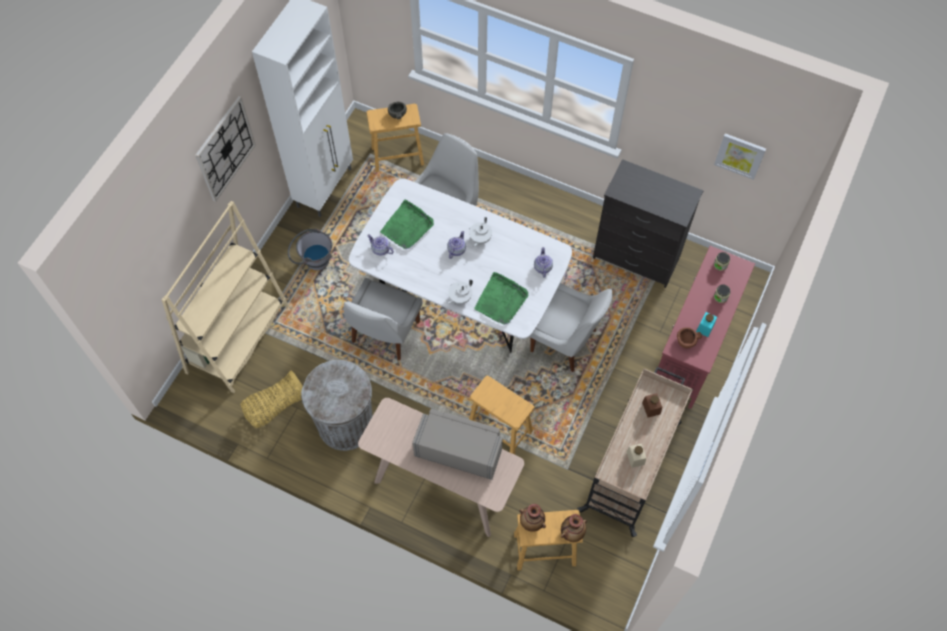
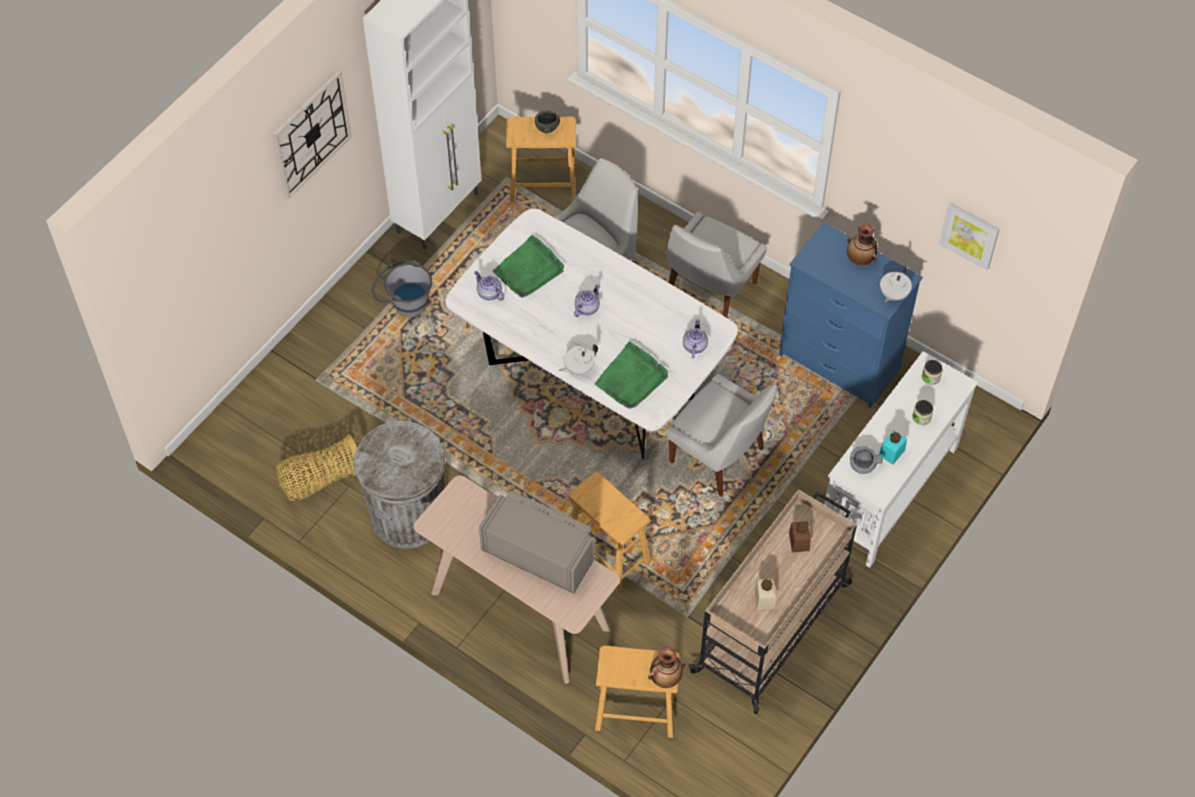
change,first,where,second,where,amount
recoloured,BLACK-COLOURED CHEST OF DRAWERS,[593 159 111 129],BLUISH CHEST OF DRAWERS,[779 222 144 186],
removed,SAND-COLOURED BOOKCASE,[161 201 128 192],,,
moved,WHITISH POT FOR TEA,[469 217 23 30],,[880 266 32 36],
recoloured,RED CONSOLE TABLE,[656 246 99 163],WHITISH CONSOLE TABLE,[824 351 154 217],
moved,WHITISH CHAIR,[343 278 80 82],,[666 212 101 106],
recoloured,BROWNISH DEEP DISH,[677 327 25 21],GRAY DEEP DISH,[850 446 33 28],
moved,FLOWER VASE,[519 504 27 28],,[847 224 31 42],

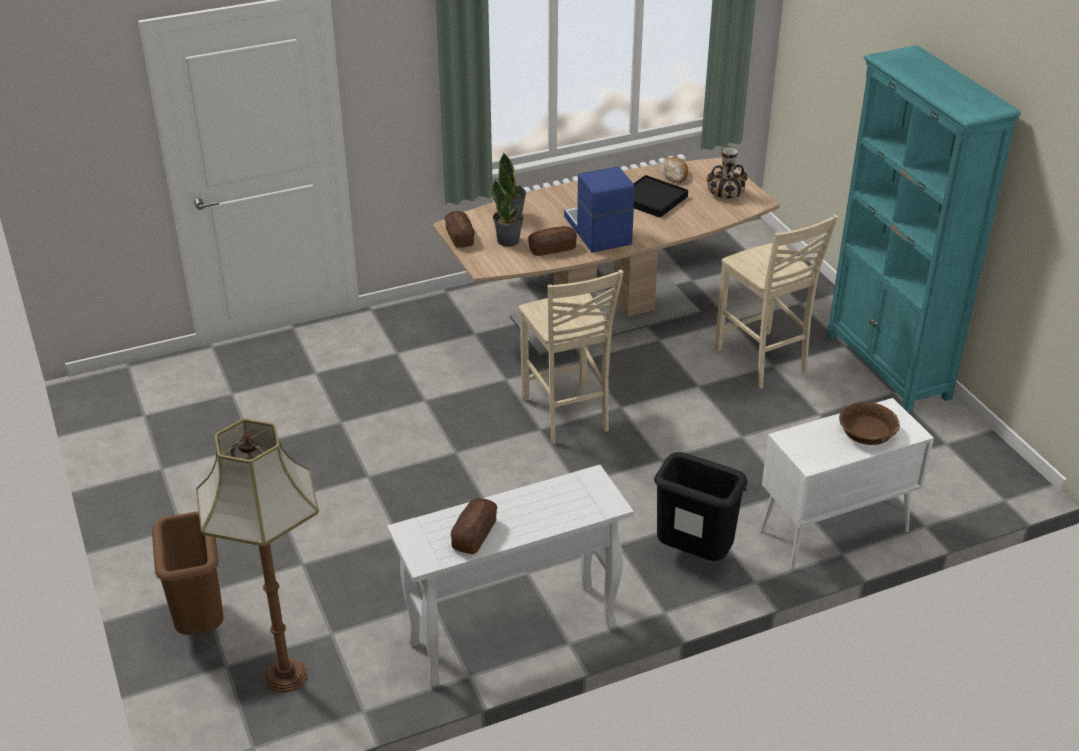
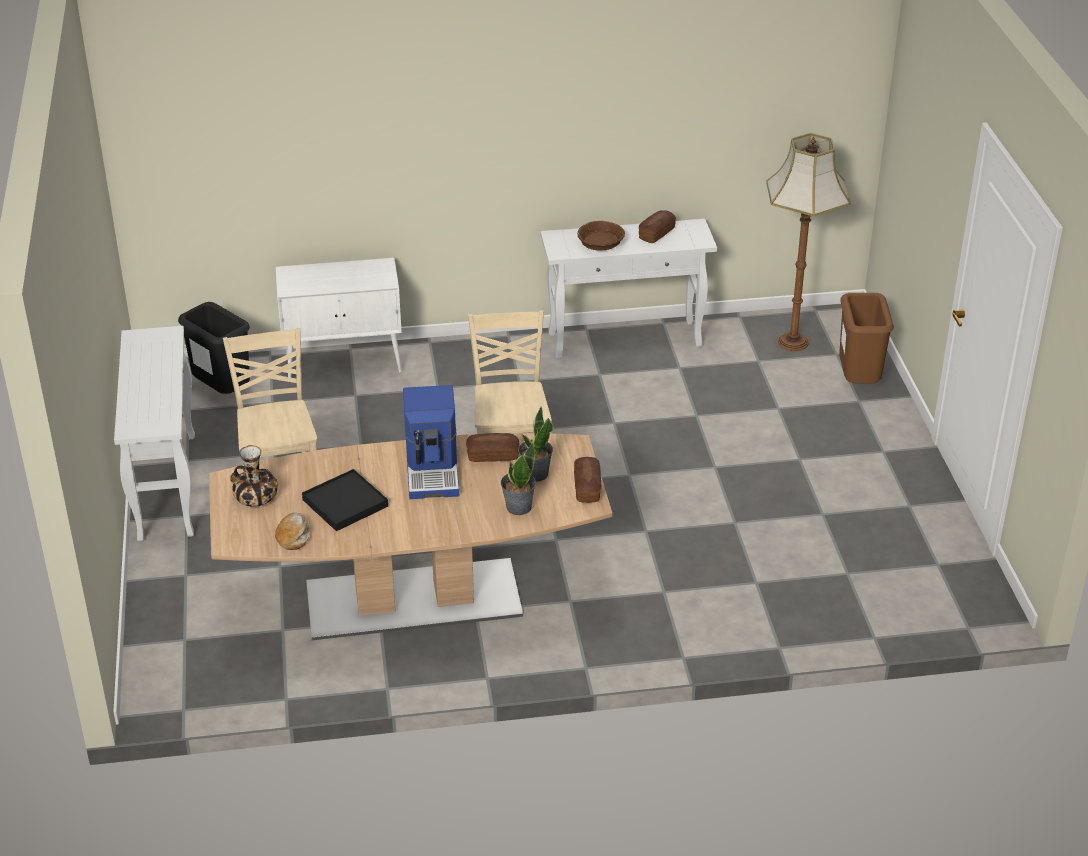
change,first,where,second,where,amount
replaced,TURQUOISE-COLOURED BOOKCASE,[826 45 195 367],WHITISH CONSOLE TABLE,[114 326 81 215],
moved,BROWNISH DEEP DISH,[839 402 61 43],,[577 221 48 29],
moved,BLACK-COLOURED RUBBISH BIN,[654 452 94 109],,[178 302 72 92],

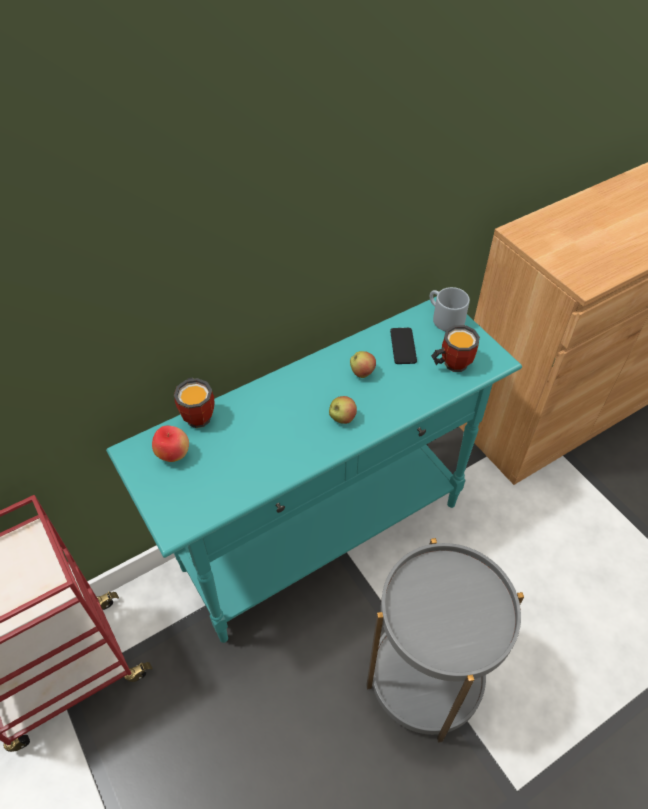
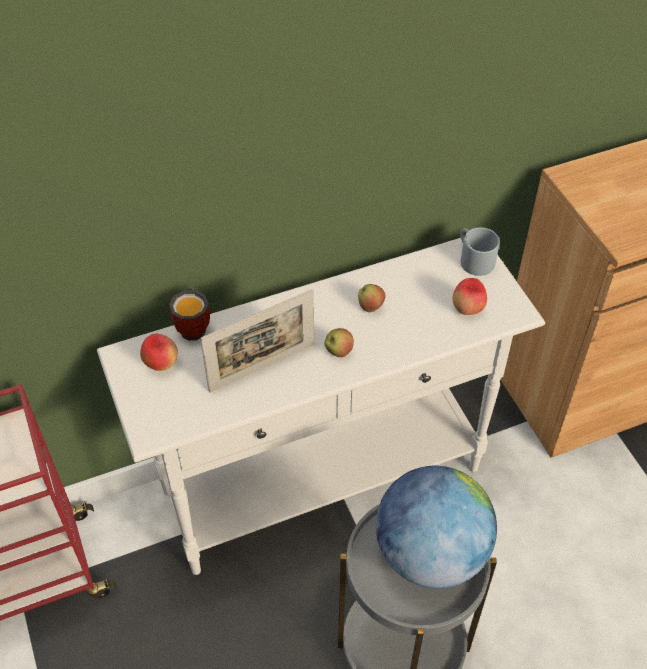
change,first,where,second,where,amount
recoloured,TURQUOISE-COLOURED CONSOLE TABLE,[106 296 416 347],WHITISH CONSOLE TABLE,[97 238 448 337],
replaced,COFFEE MUG,[431 325 49 47],APPLE FRUIT,[453 278 34 37],
removed,PHONE,[390 328 27 36],,,
added,,,PHOTO FRAME,[200 289 114 104],
added,,,DESK GLOBE,[376 466 121 122],

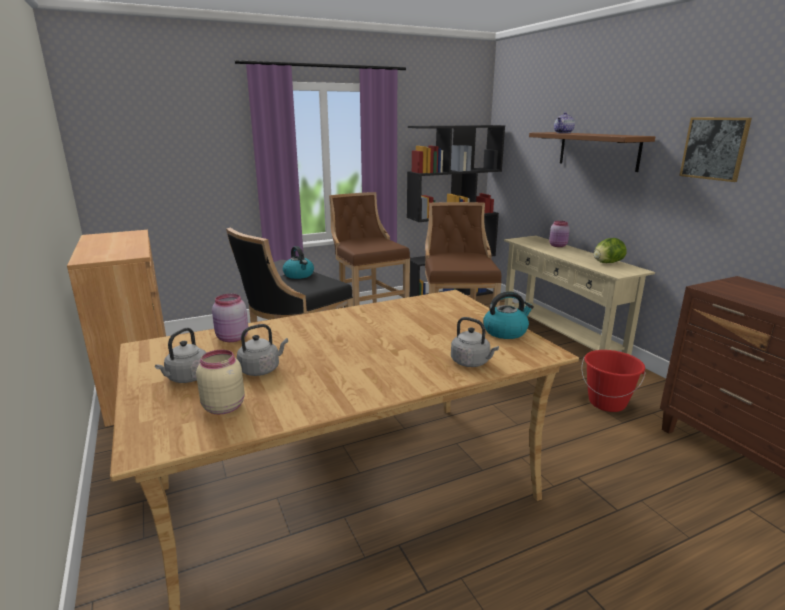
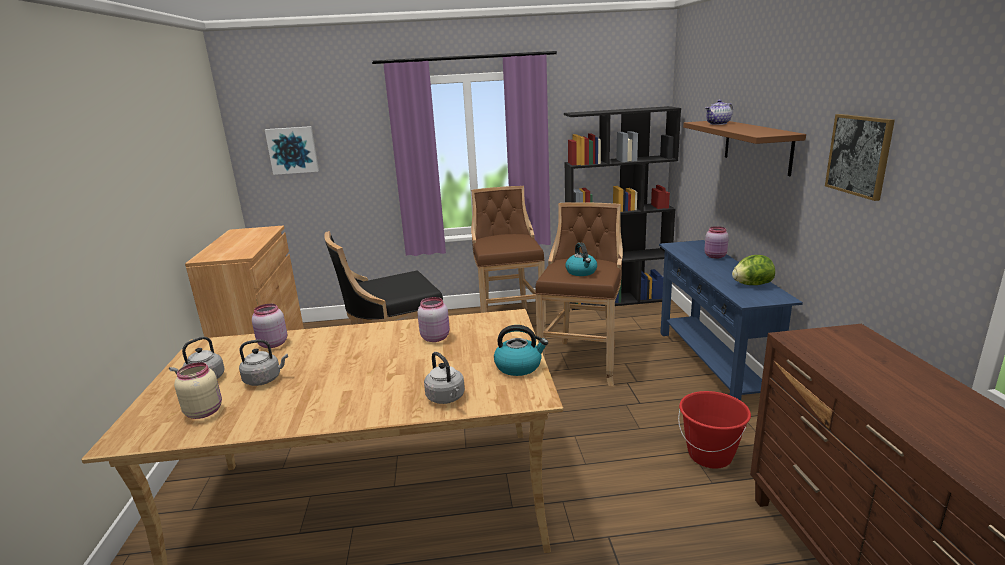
change,first,where,second,where,amount
recoloured,SAND-COLOURED CONSOLE TABLE,[504 236 151 119],BLUISH CONSOLE TABLE,[659 240 144 161],
moved,KETTLE,[283 246 31 33],,[565 243 32 33],
added,,,PICTURE,[265 126 54 49],
added,,,PINK-COLOURED JAR,[417 297 33 45],

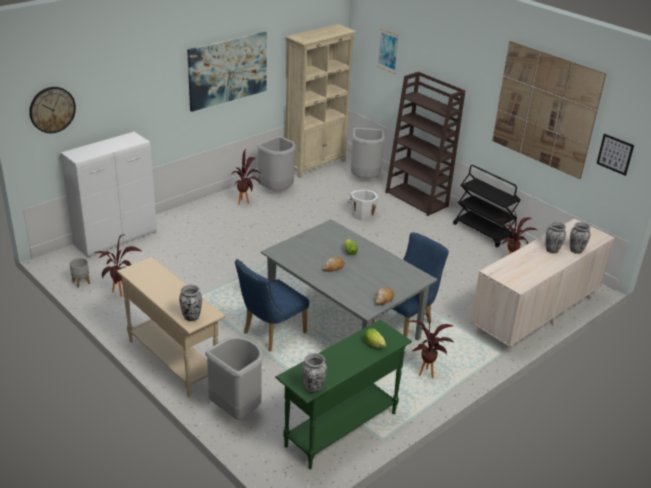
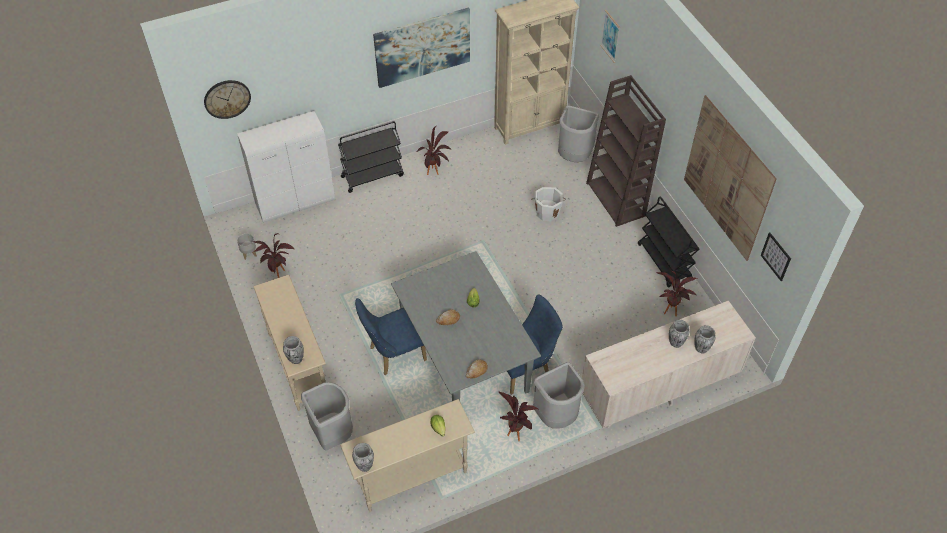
change,first,where,second,where,amount
moved,GRAY RUBBISH BIN,[257 136 39 54],,[533 362 52 67],
recoloured,GREEN-COLOURED CONSOLE TABLE,[275 320 137 149],SAND-COLOURED CONSOLE TABLE,[340 399 135 113],
added,,,BLACK-COLOURED TROLLEY,[338 121 66 72],

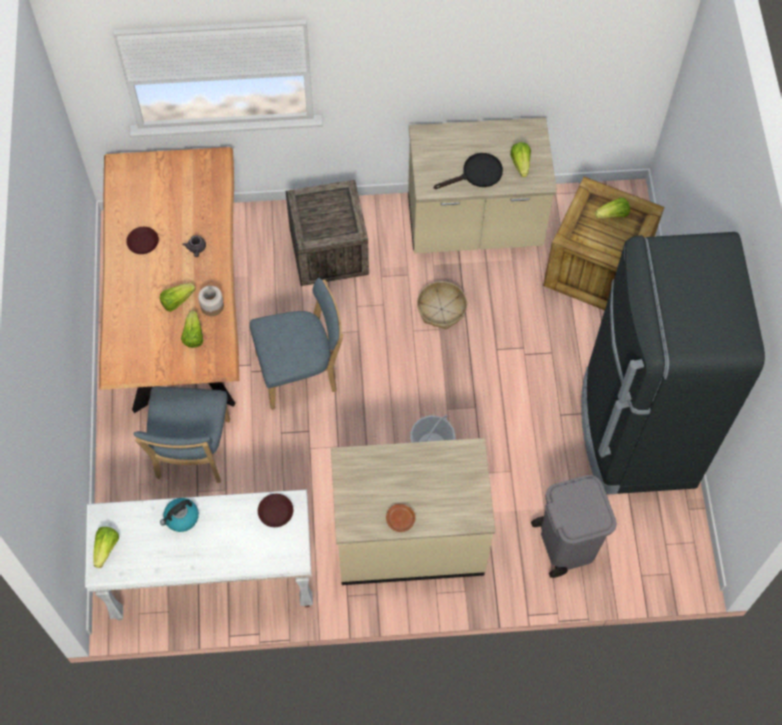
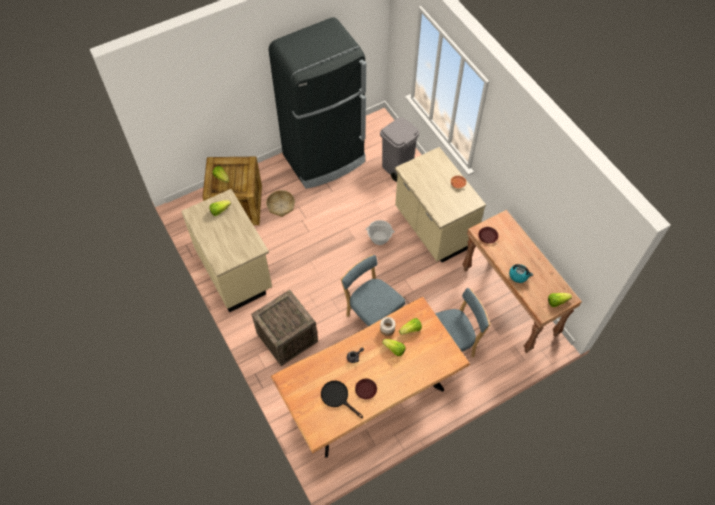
change,first,where,second,where,amount
moved,BLACK-COLOURED PAN,[434 153 69 36],,[321 381 42 37],
moved,STORAGE BASKET,[417 281 50 49],,[266 190 29 27],
recoloured,WHITISH CONSOLE TABLE,[85 489 228 131],BROWNISH CONSOLE TABLE,[462 210 120 143],

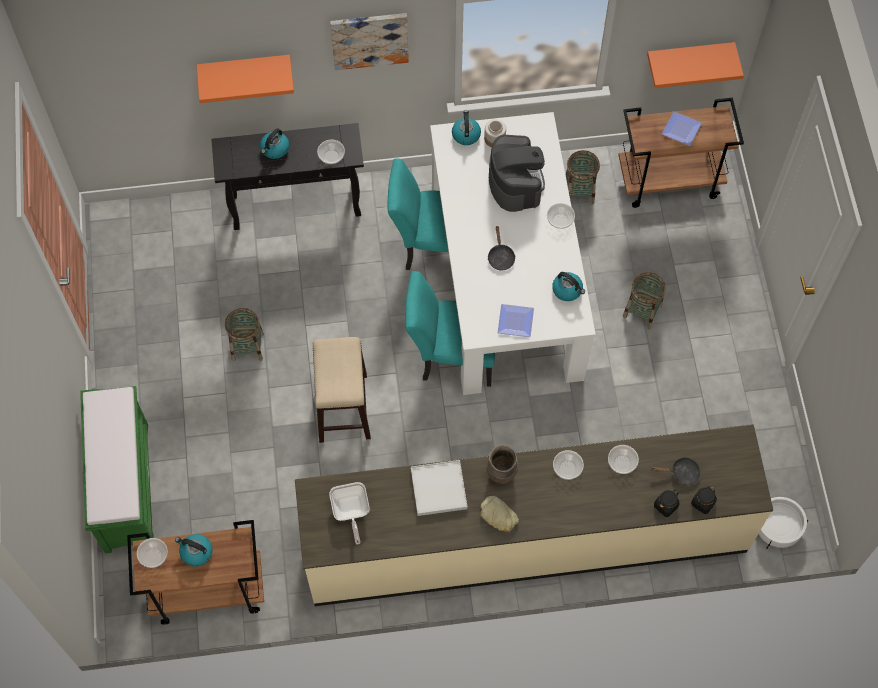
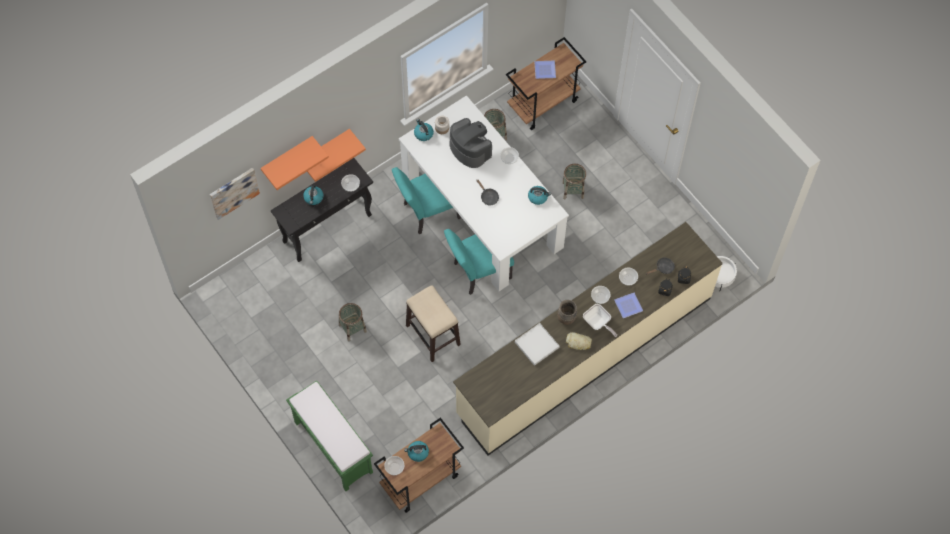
change,first,where,second,where,amount
moved,PICTURE,[330 13 79 57],,[210 168 50 52],
moved,ORANGE WALL SHELF,[647 42 97 46],,[307 129 59 53],
moved,DINNER PLATE,[498 304 36 33],,[614 293 29 25],
moved,PAN,[329 482 41 63],,[583 304 34 33],

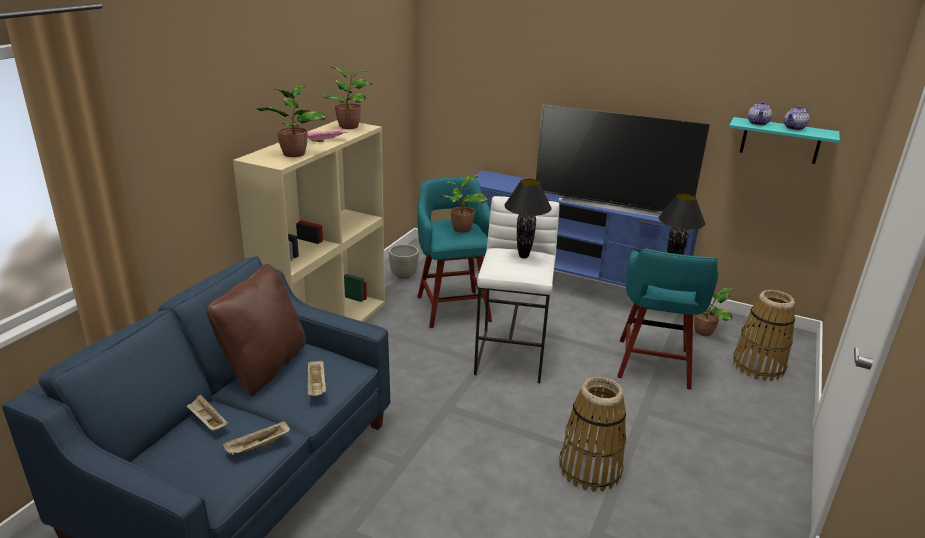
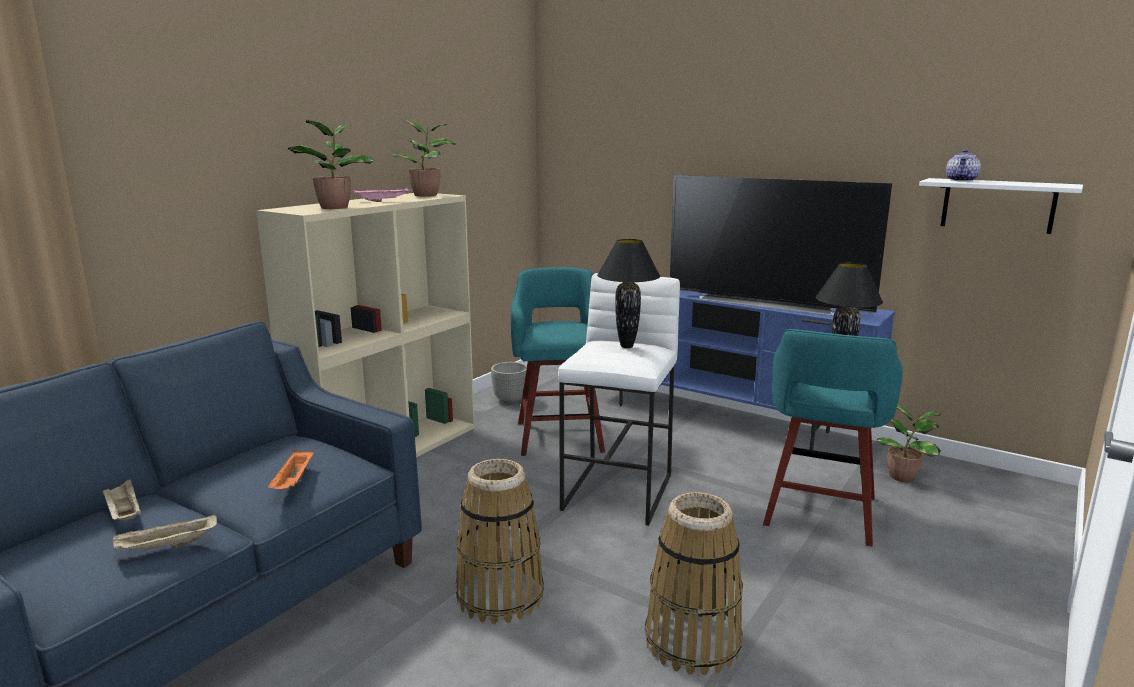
change,first,where,second,where,amount
removed,POT FOR TEA,[784 106 25 24],,,
recoloured,TURQUOISE-COLOURED WALL SHELF,[729 117 111 47],WHITISH WALL SHELF,[919 178 164 56],
removed,POTTED PLANT,[437 174 51 59],,,
removed,BROWNISH CUSHION,[206 264 100 132],,,
moved,STORAGE BASKET,[733 290 62 91],,[456 459 88 165],
recoloured,SAND-COLOURED CARRYING TRAY,[308 360 18 36],ORANGE CARRYING TRAY,[268 450 46 39],

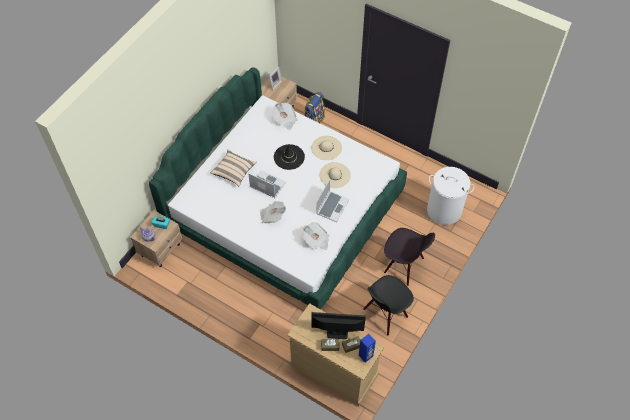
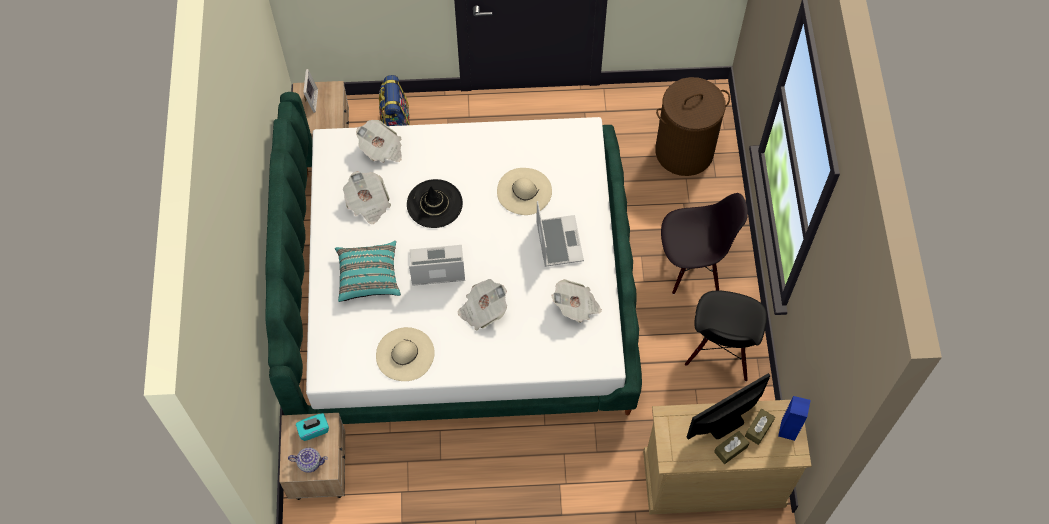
change,first,where,second,where,amount
moved,SAND-COLOURED HAT,[311 136 31 24],,[376 327 59 54],
recoloured,SAND-COLOURED CUSHION,[211 150 45 36],TURQUOISE-COLOURED CUSHION,[335 241 66 61],
recoloured,WHITISH WASHING BASKET,[427 167 47 58],BROWNISH WASHING BASKET,[655 77 75 99],
added,,,NEWSPAPER,[343 171 48 53],

